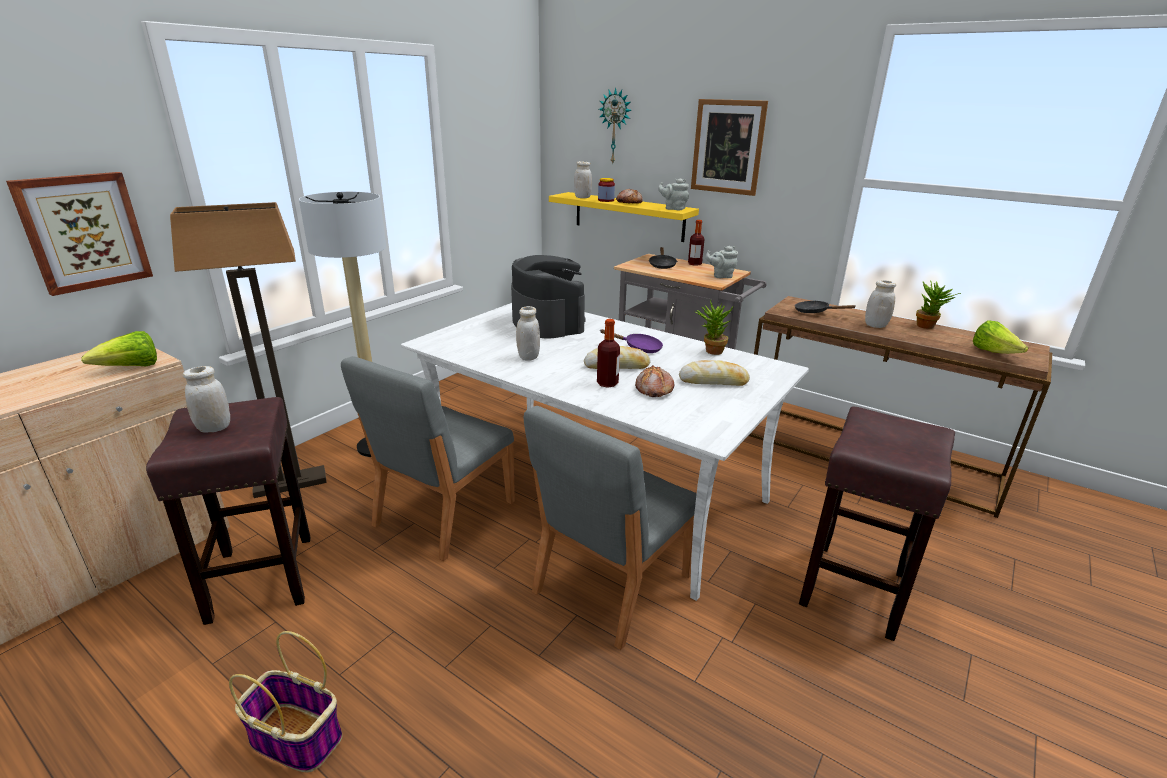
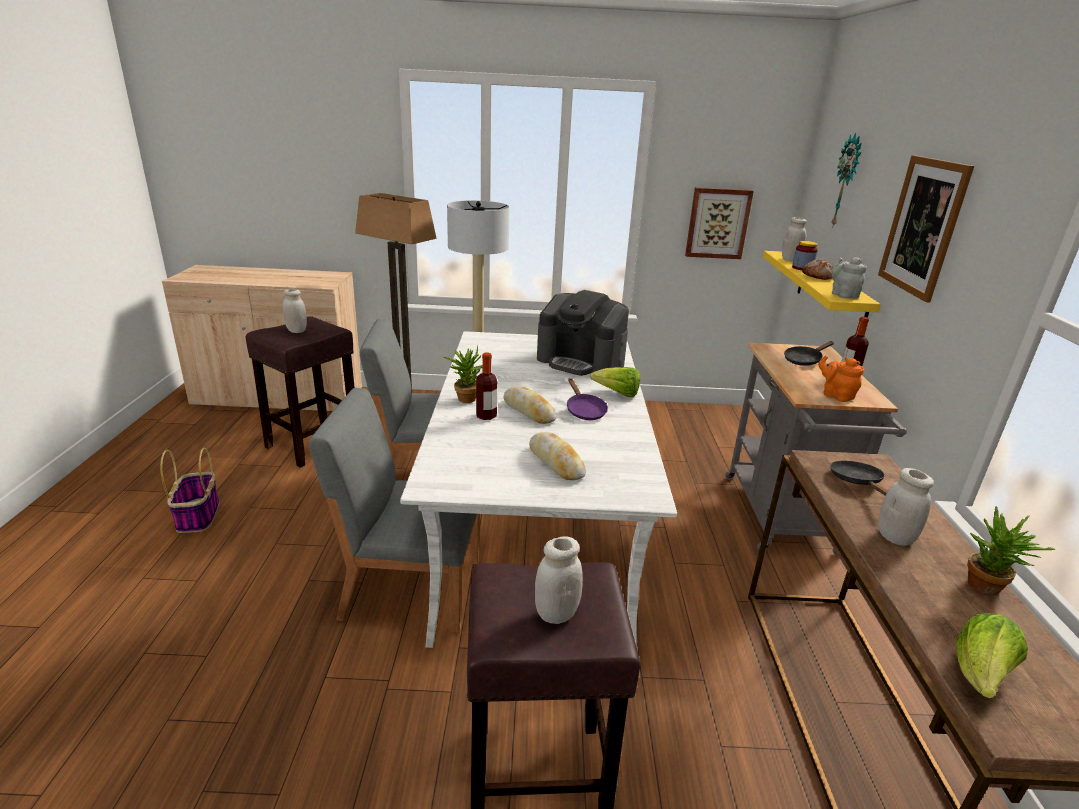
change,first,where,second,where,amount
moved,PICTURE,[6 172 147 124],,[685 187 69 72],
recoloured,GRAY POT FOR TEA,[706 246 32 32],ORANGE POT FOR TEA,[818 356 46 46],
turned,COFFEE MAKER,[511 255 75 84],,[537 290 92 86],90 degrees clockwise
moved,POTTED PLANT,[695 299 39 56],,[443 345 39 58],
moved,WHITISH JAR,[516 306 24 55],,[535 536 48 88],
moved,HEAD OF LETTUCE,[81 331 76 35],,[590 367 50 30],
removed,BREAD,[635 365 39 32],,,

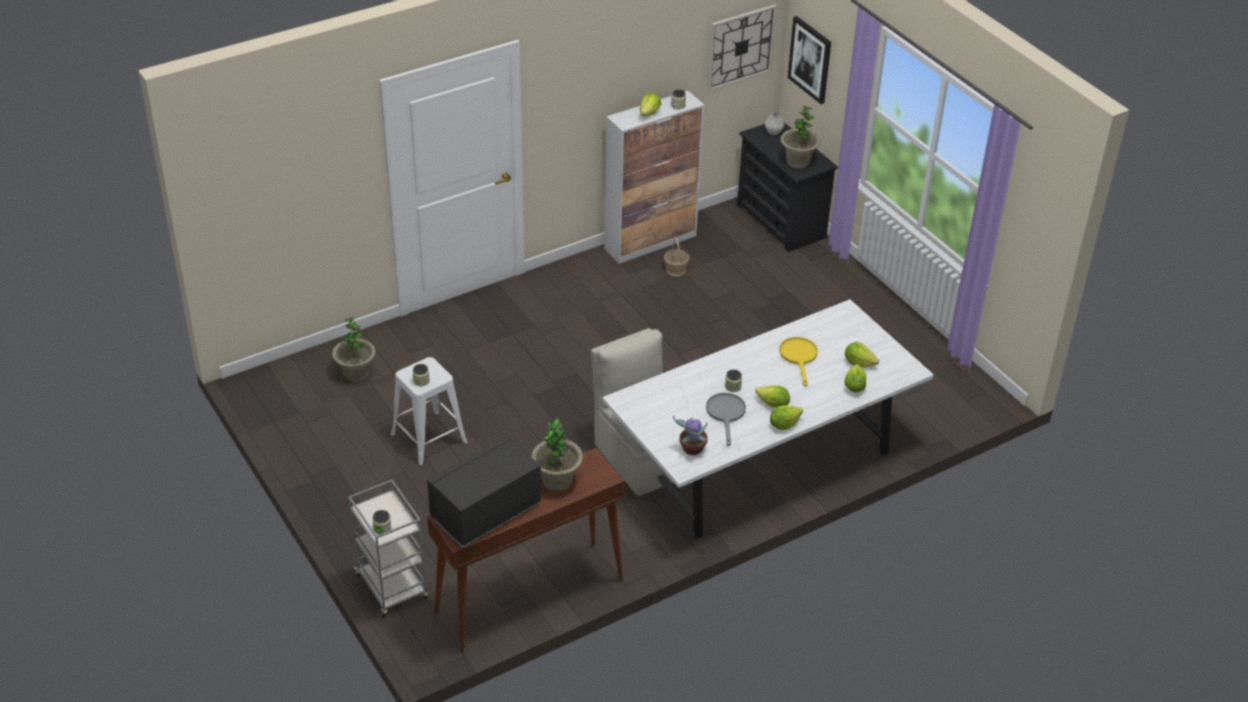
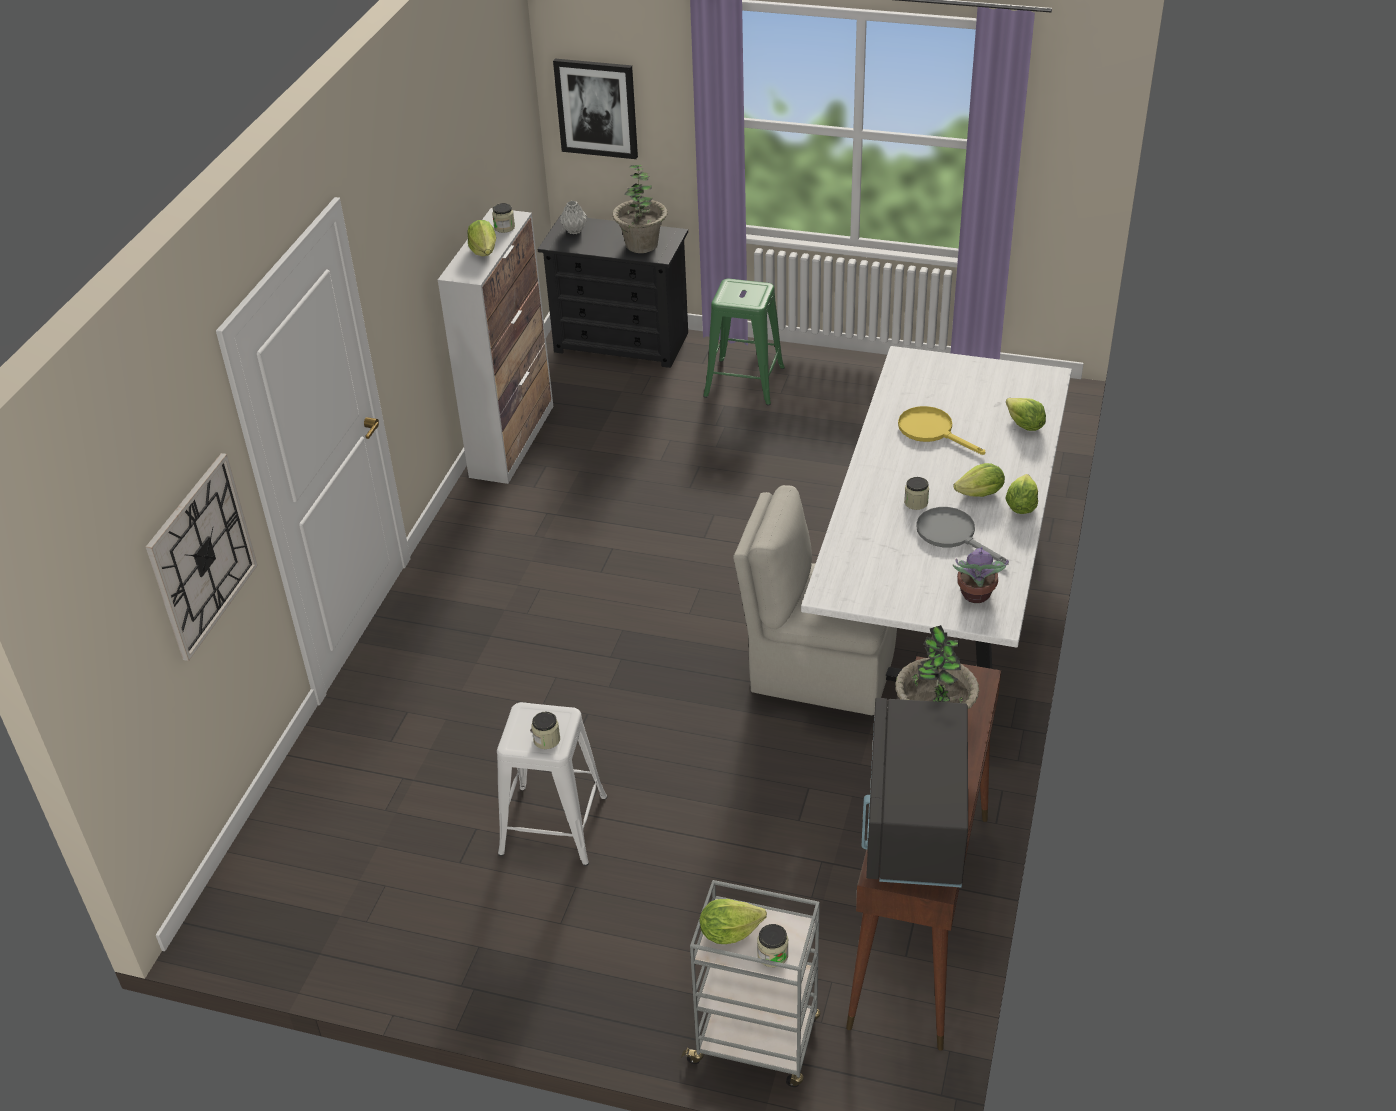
change,first,where,second,where,amount
moved,HANGING CLOCK,[707 4 70 87],,[146 453 112 208],
removed,STORAGE BASKET,[664 238 25 38],,,
removed,POTTED PLANT,[332 317 44 65],,,
moved,HEAD OF LETTUCE,[845 342 34 26],,[699 899 68 45],
added,,,GREEN-COLOURED SITTING STOOL,[703 278 82 128],

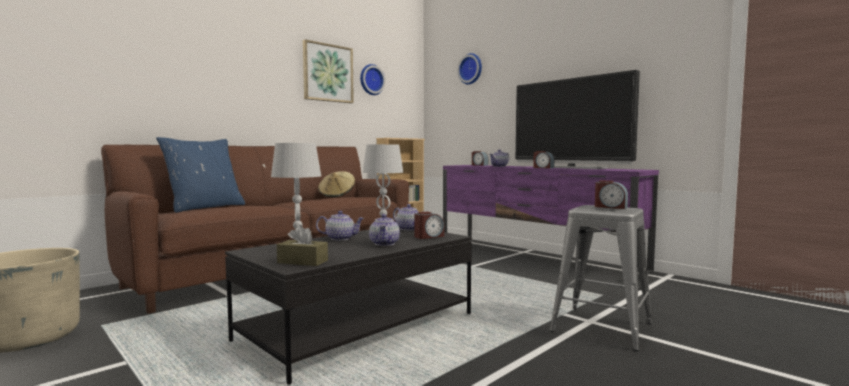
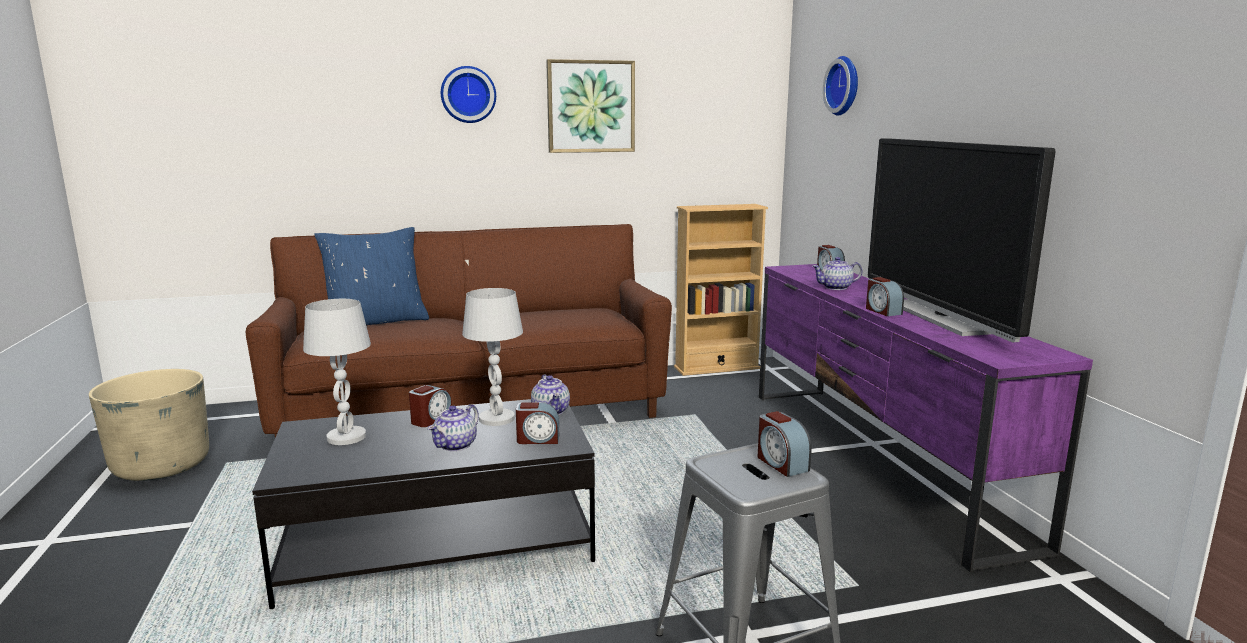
change,first,where,second,where,amount
moved,HANGING CLOCK,[360 64 25 31],,[441 66 55 57],
removed,SAND-COLOURED HAT,[318 171 37 26],,,
replaced,POT FOR TEA,[316 211 48 30],BEDSIDE CLOCK,[409 385 43 42],
removed,BROWNISH BOX OF TISSUES,[277 225 51 41],,,

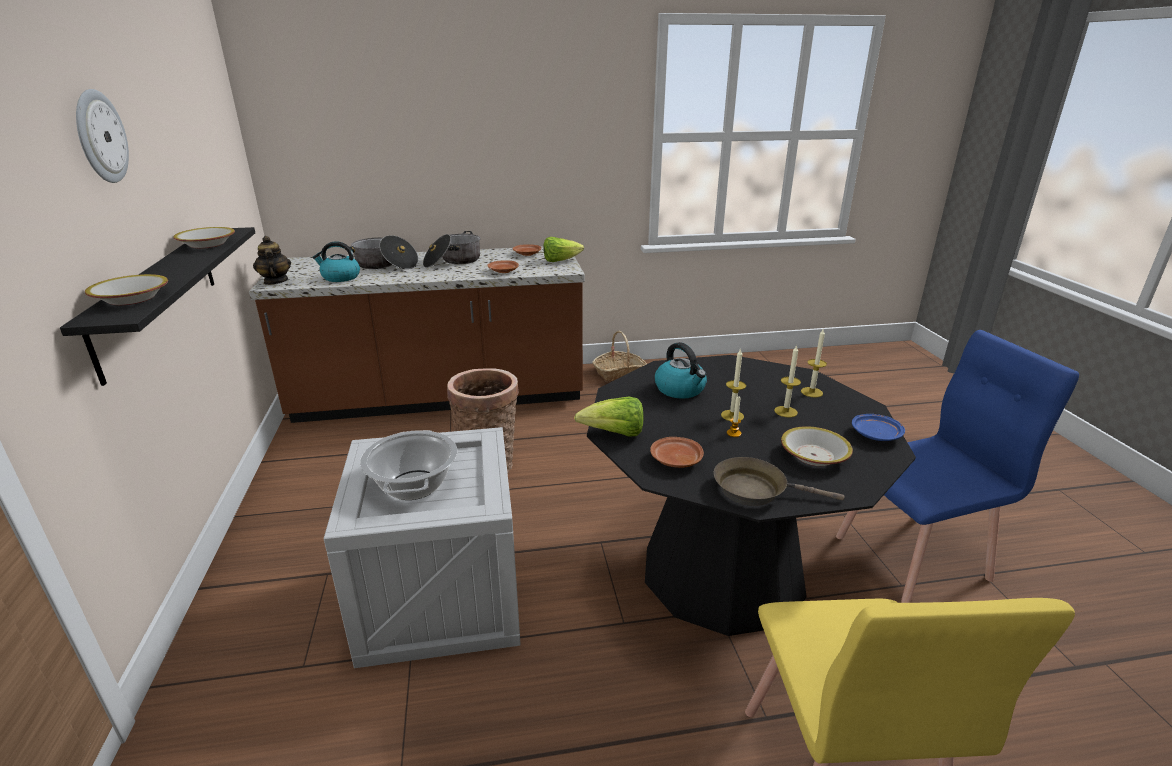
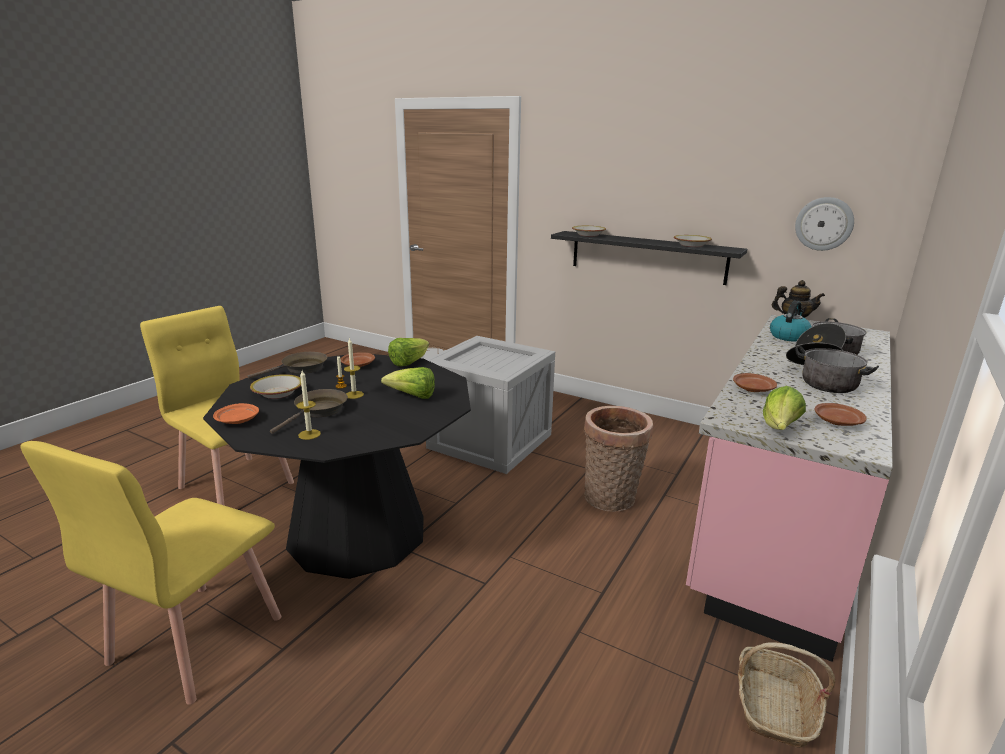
change,first,where,second,where,amount
moved,HANGING CLOCK,[76 89 53 94],,[795 197 59 54],
recoloured,BROWNISH KITCHEN COUNTER,[249 247 336 176],PINK-COLOURED KITCHEN COUNTER,[686 315 207 347],
recoloured,BLUISH CHAIR,[836 330 243 273],YELLOW-COLOURED CHAIR,[20 441 261 264],
replaced,KETTLE,[655 342 52 57],HEAD OF LETTUCE,[381 367 54 32],
replaced,CANDLE,[774 345 27 72],BROWNISH PAN,[270 389 78 45],
recoloured,BLUISH DINNER PLATE,[852 414 53 27],ORANGE DINNER PLATE,[213 403 46 21],
removed,SAUCEPOT,[360 430 98 70],,,

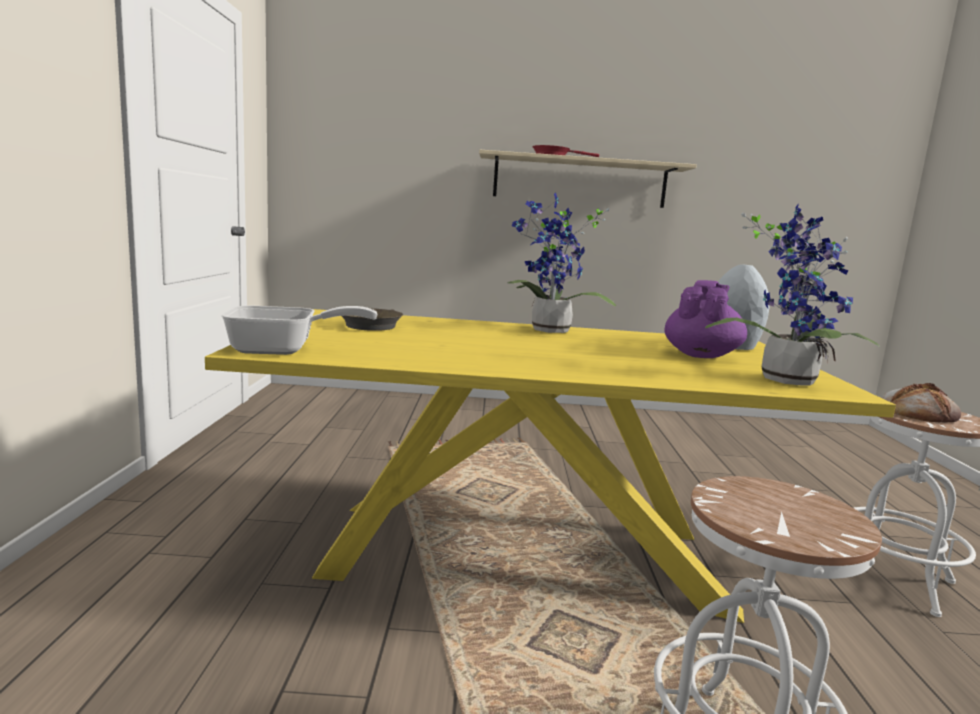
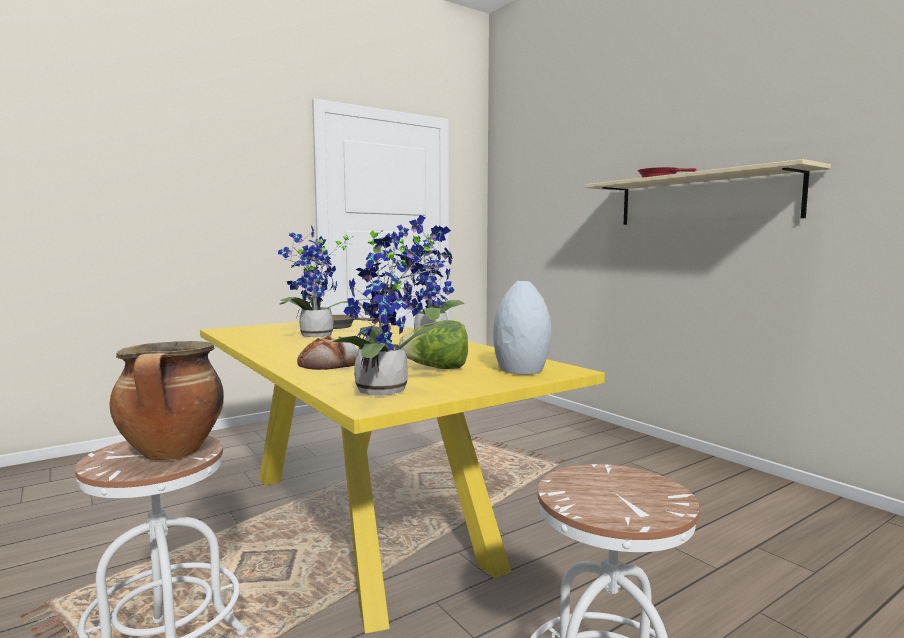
change,first,where,second,where,amount
replaced,PURPLISH POT FOR TEA,[664 280 83 78],HEAD OF LETTUCE,[399 320 69 49],
removed,PAN,[221 306 156 49],,,
moved,BREAD,[882 383 79 40],,[297 335 61 35],
added,,,POTTED PLANT,[278 226 85 111],
added,,,SAUCEPOT,[109 341 115 119],

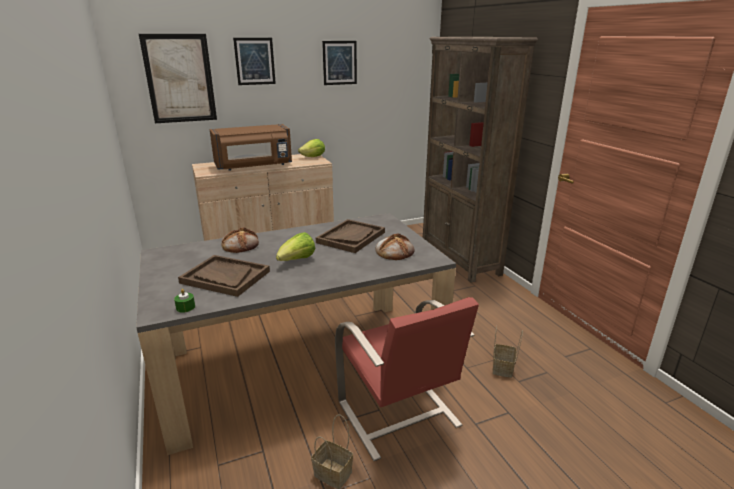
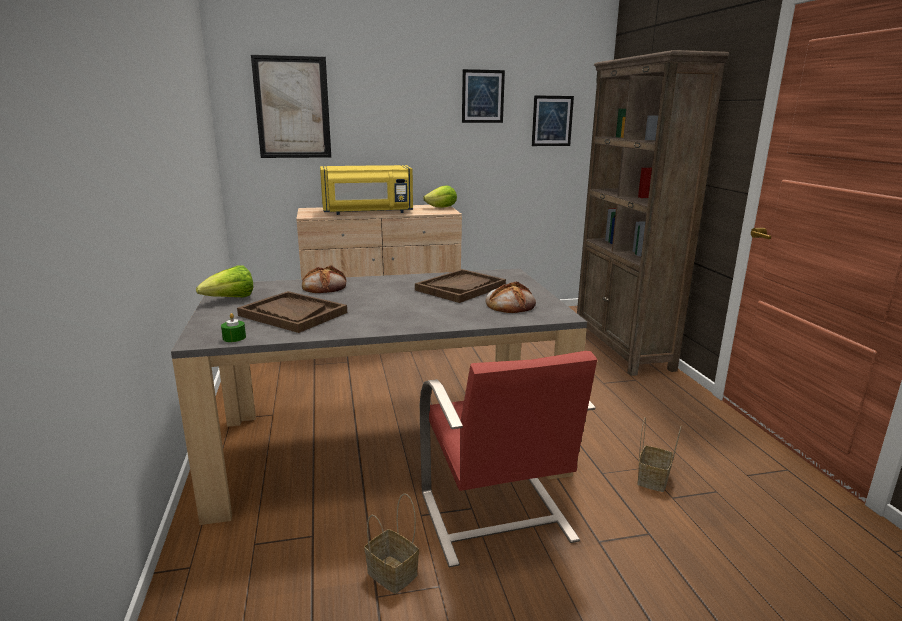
change,first,where,second,where,amount
moved,PICTURE,[233 38 43 47],,[532 95 42 51],
recoloured,BROWNISH KITCHEN MICROWAVE,[210 124 82 47],YELLOW-COLOURED KITCHEN MICROWAVE,[320 165 93 50],
moved,HEAD OF LETTUCE,[276 232 39 29],,[196 265 57 32],

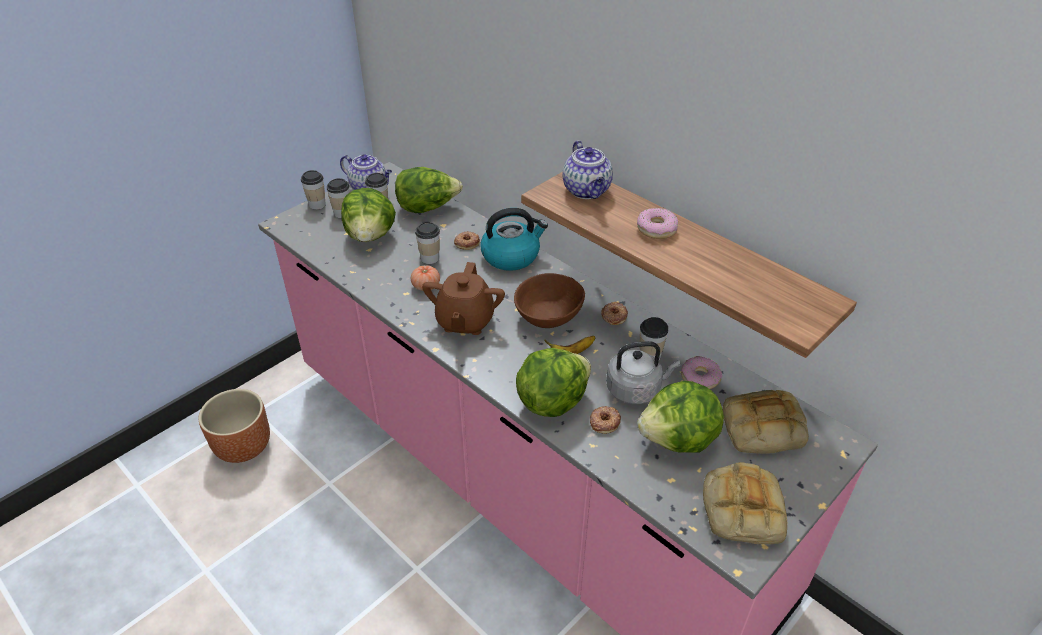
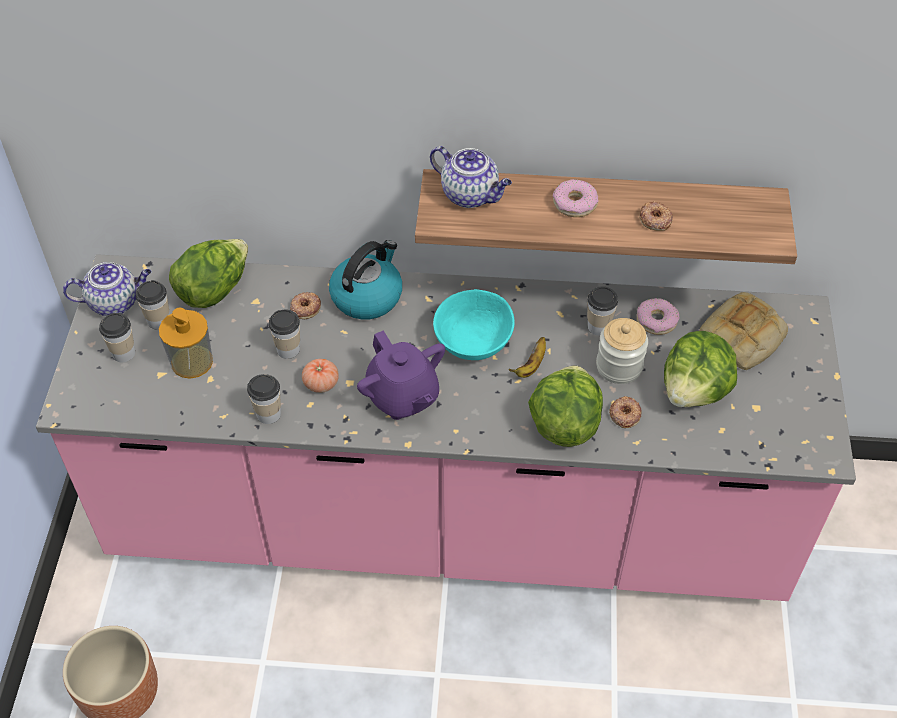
change,first,where,second,where,amount
moved,CUP,[301 170 25 40],,[247 374 34 50],
replaced,HEAD OF LETTUCE,[341 188 55 54],SOAP DISPENSER,[159 308 54 70],
recoloured,BROWNISH POT FOR TEA,[422 262 83 73],PURPLISH POT FOR TEA,[357 330 88 90],
recoloured,BROWNISH DEEP DISH,[514 273 71 55],TURQUOISE-COLOURED DEEP DISH,[433 289 82 71],
moved,RING DOUGHNUT,[601 302 27 23],,[639 201 34 30],
replaced,GRAY KETTLE,[606 341 75 63],JAR,[596 318 52 66],
removed,BREAD,[703 462 84 82],,,

